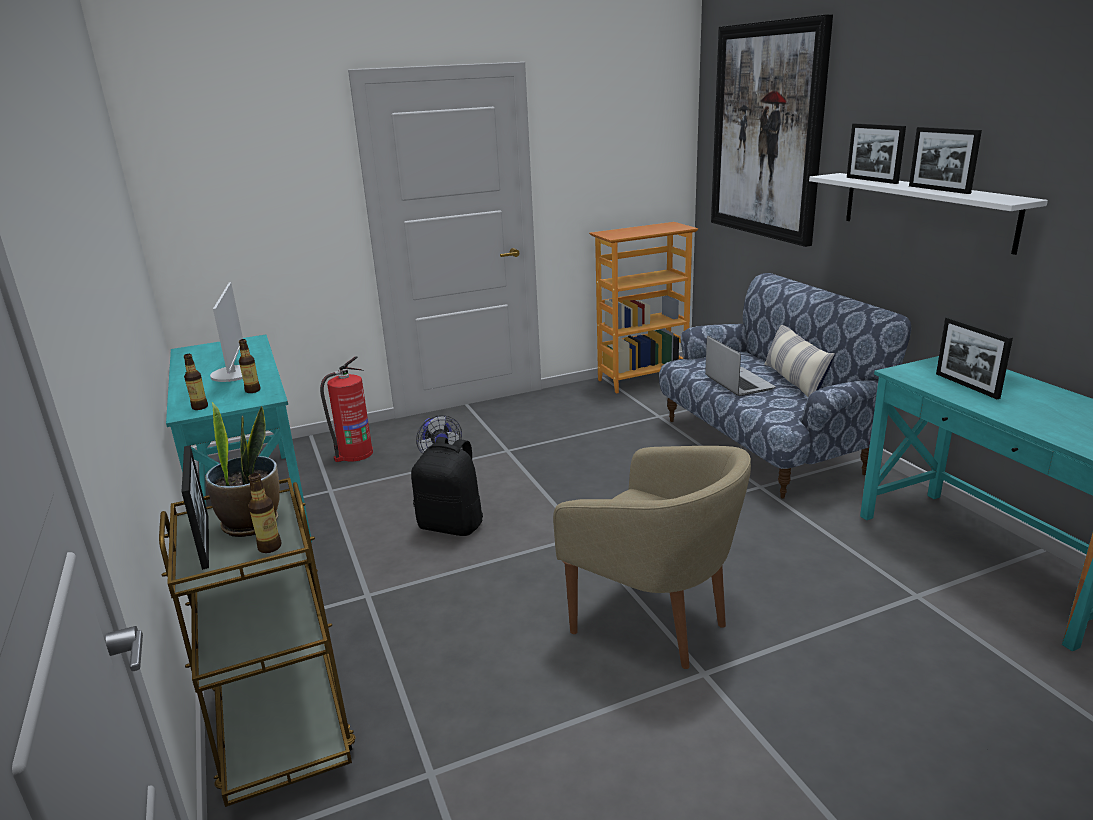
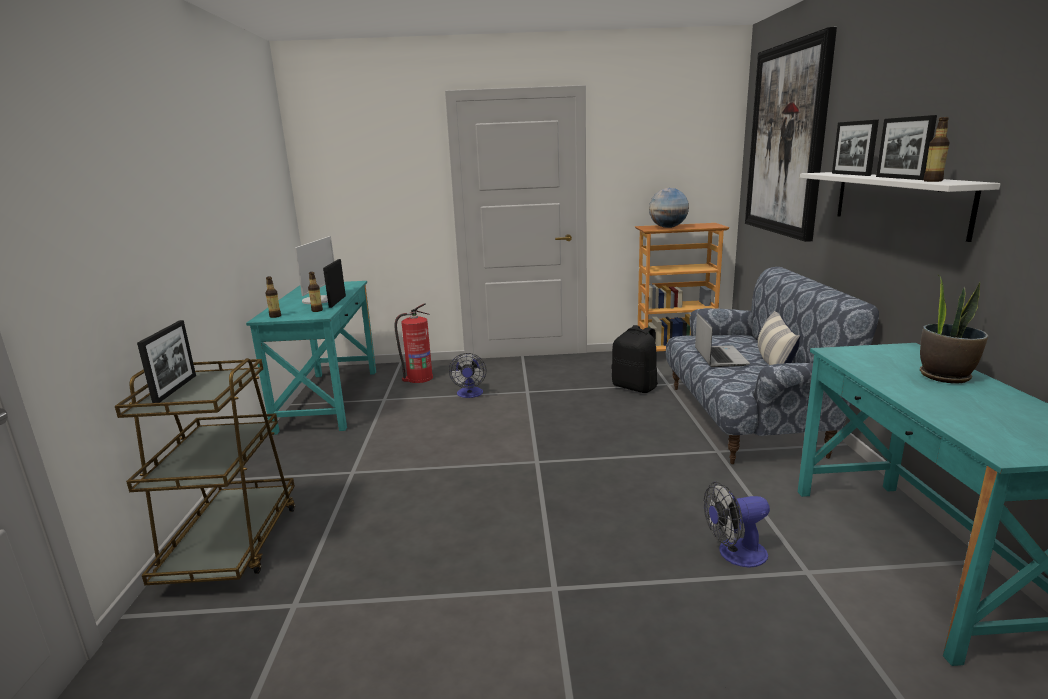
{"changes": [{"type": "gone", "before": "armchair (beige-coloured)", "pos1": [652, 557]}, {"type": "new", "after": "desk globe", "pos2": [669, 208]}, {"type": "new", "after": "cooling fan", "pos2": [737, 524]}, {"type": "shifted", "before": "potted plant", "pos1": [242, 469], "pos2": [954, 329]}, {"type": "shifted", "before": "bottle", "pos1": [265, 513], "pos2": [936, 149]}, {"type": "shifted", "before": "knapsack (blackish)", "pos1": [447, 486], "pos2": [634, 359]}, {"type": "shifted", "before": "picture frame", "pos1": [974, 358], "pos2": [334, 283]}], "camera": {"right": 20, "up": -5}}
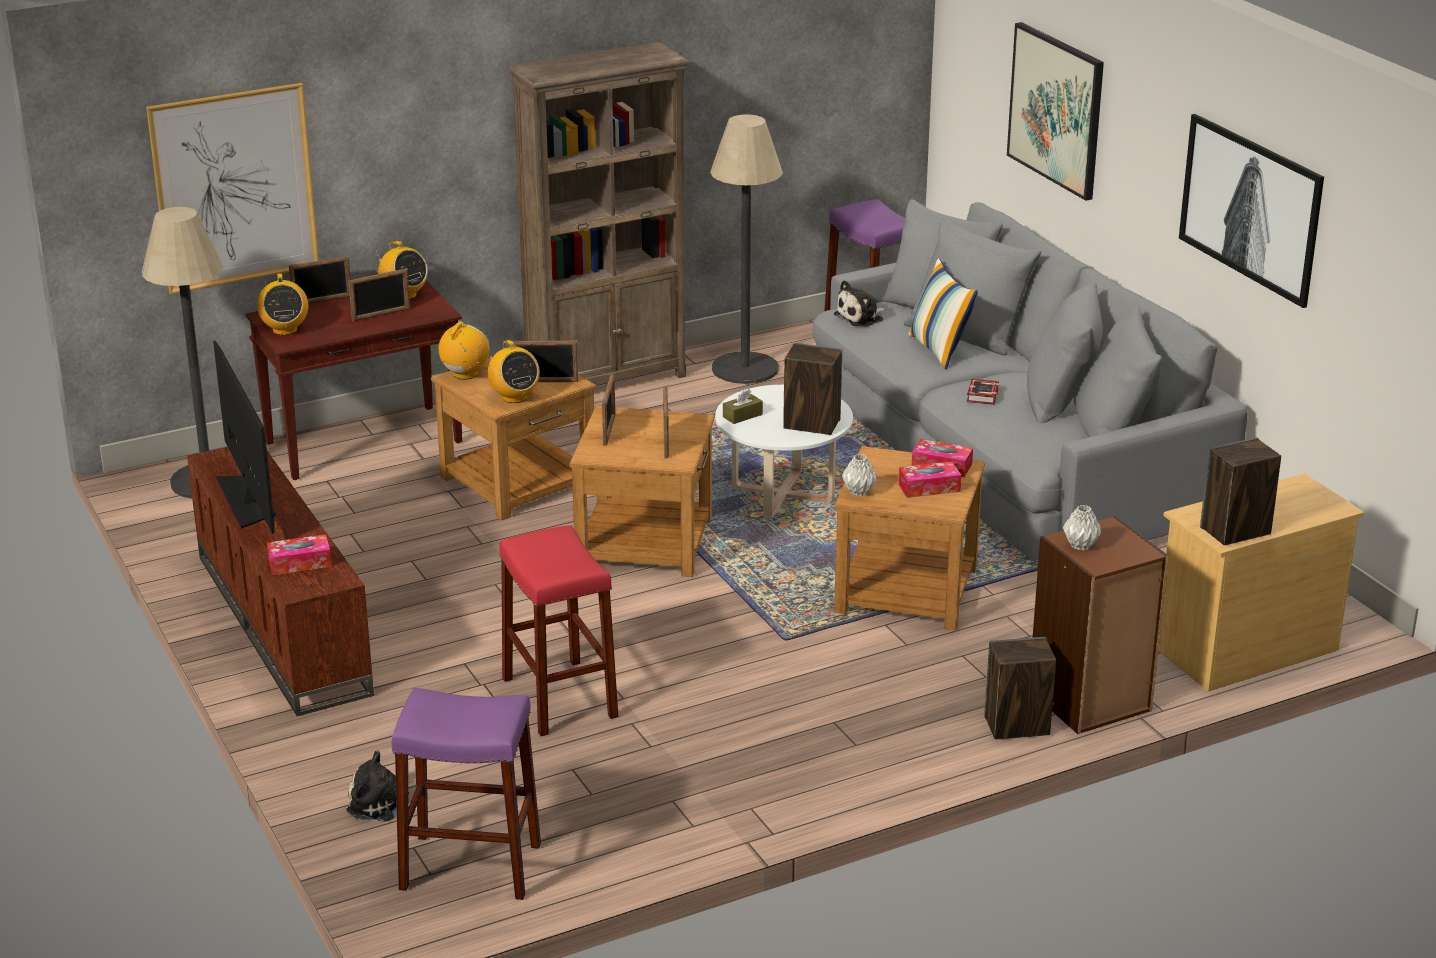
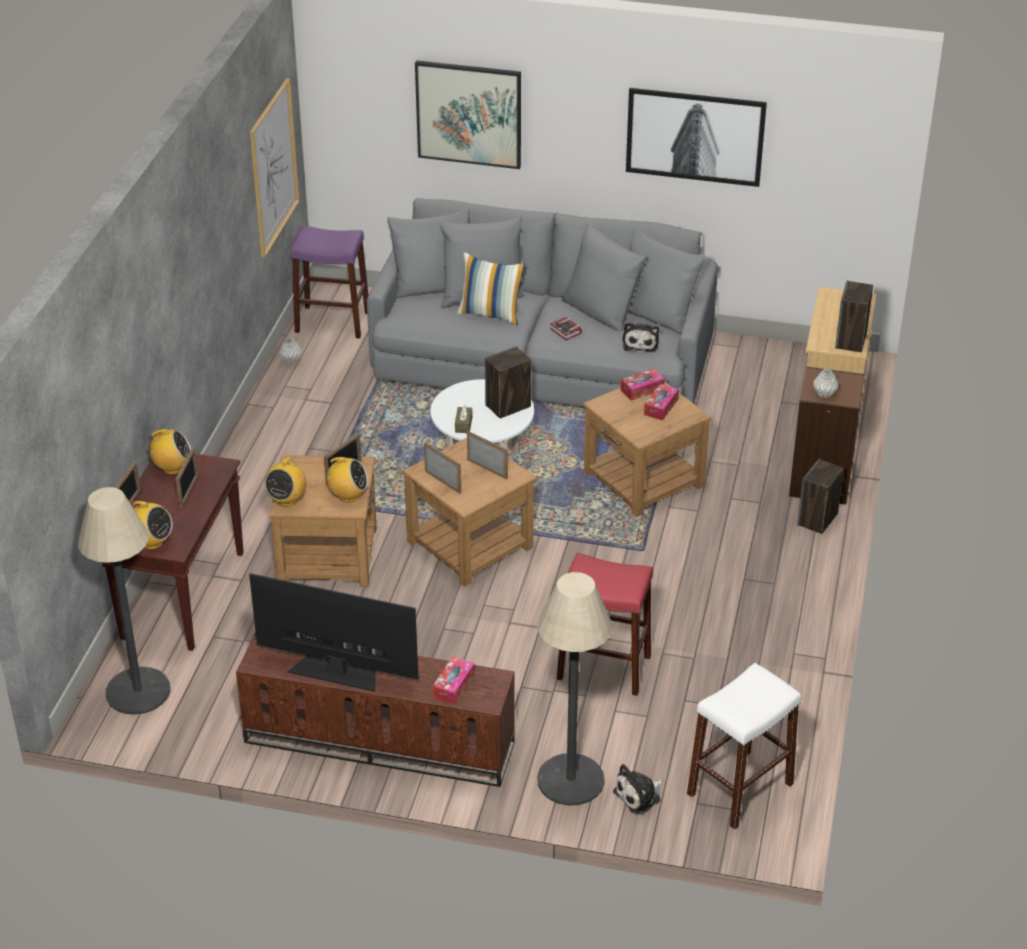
{"changes": [{"type": "gone", "before": "bookshelf (brown)", "pos1": [599, 213]}, {"type": "shifted", "before": "wall art", "pos1": [232, 188], "pos2": [275, 167]}, {"type": "shifted", "before": "standard lamp", "pos1": [746, 249], "pos2": [574, 689]}, {"type": "shifted", "before": "cuddly toy", "pos1": [860, 303], "pos2": [641, 337]}, {"type": "shifted", "before": "decorative vase (greyish)", "pos1": [859, 475], "pos2": [290, 351]}, {"type": "repainted", "before": "stool seat (purplish)", "after": "stool seat (white)", "pos1": [466, 794], "pos2": [744, 746]}, {"type": "rotated", "before": "radio", "pos1": [464, 350], "pos2": [285, 480], "turn": -135}], "camera": {"right": -50, "up": 10}}
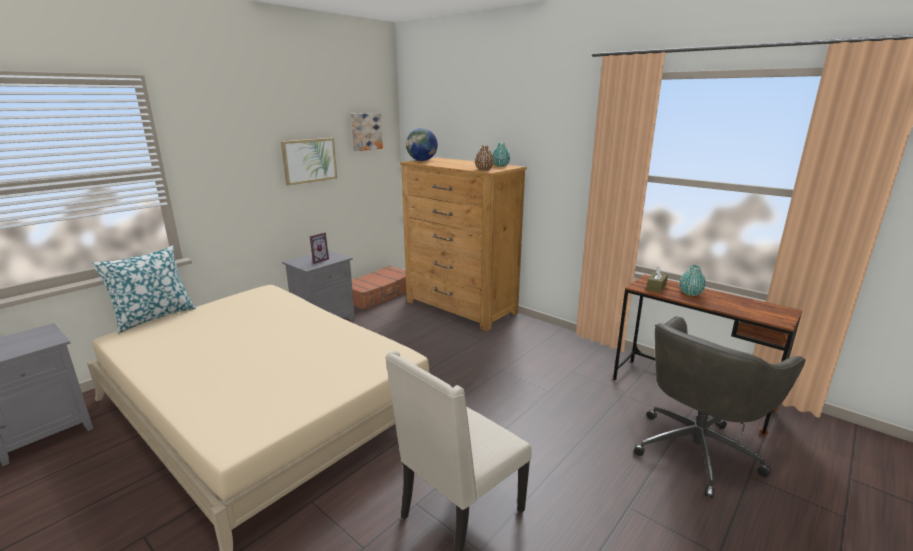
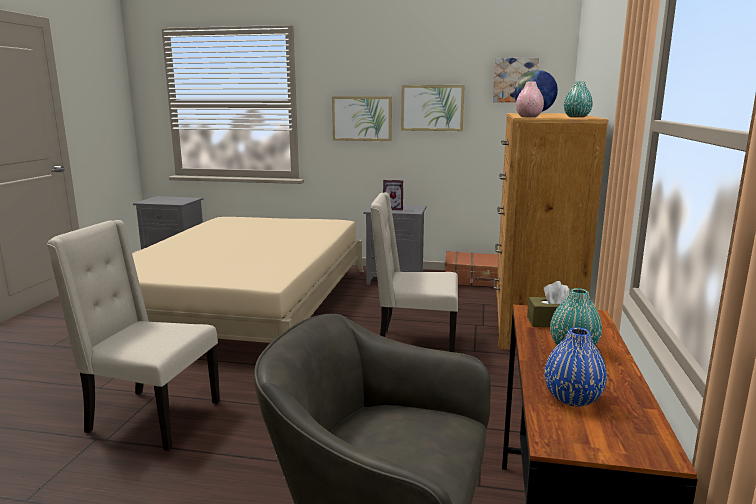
{"changes": [{"type": "gone", "before": "pillow", "pos1": [143, 289]}, {"type": "new", "after": "wall art", "pos2": [362, 119]}, {"type": "new", "after": "chair (beige-coloured)", "pos2": [414, 272]}, {"type": "new", "after": "decorative vase (bluish)", "pos2": [576, 367]}, {"type": "repainted", "before": "decorative vase (brown)", "after": "decorative vase (pinkish)", "pos1": [484, 157], "pos2": [530, 99]}], "camera": {"right": 60, "up": -5}}
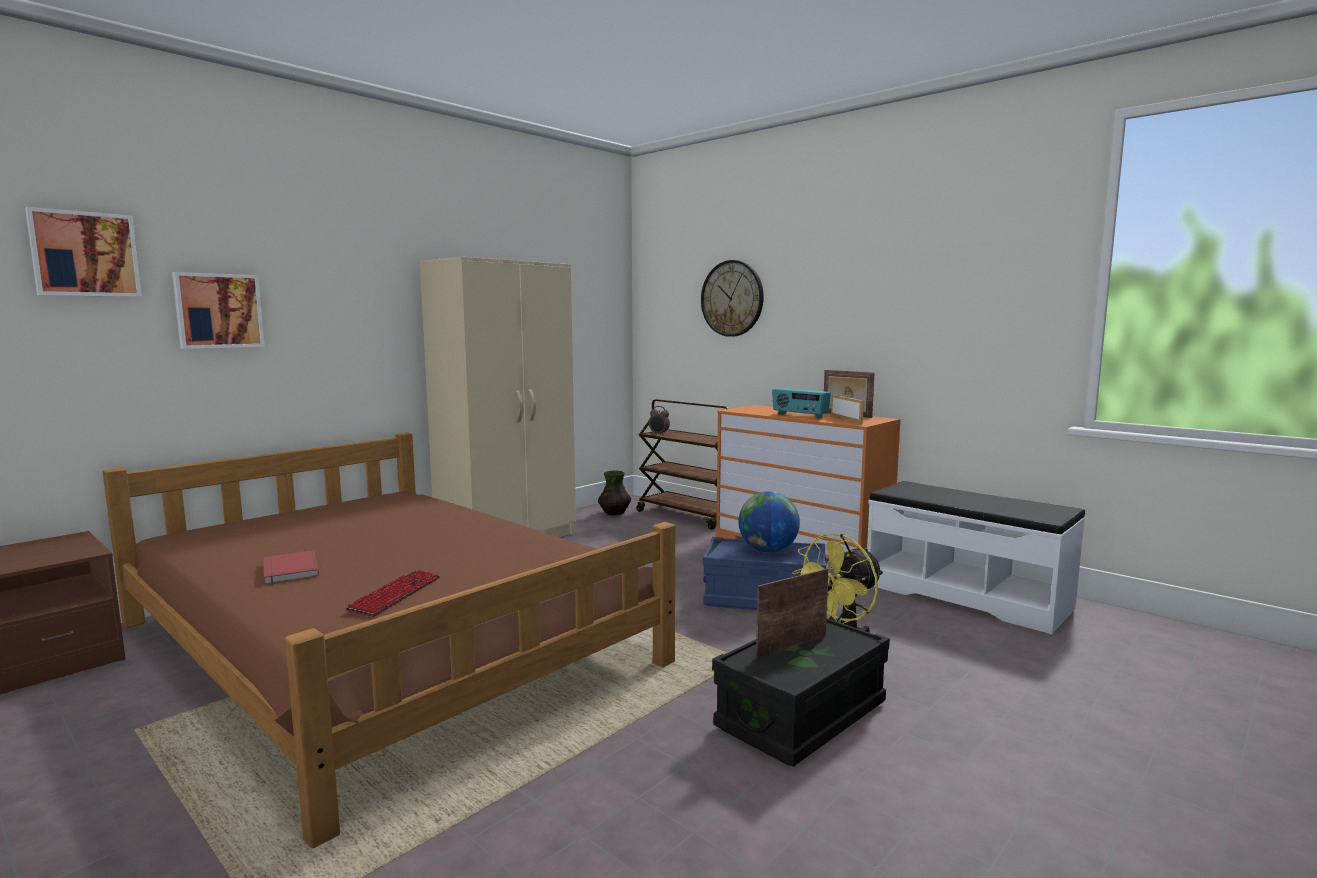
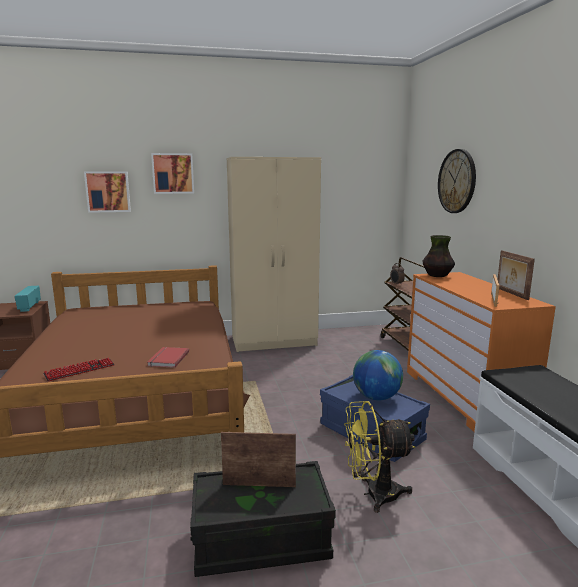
{"changes": [{"type": "shifted", "before": "wall art", "pos1": [83, 252], "pos2": [172, 173]}, {"type": "shifted", "before": "book (red)", "pos1": [291, 567], "pos2": [168, 357]}, {"type": "shifted", "before": "decorative vase", "pos1": [614, 493], "pos2": [439, 256]}, {"type": "shifted", "before": "radio", "pos1": [801, 403], "pos2": [27, 299]}], "camera": {"right": 35, "up": 5}}
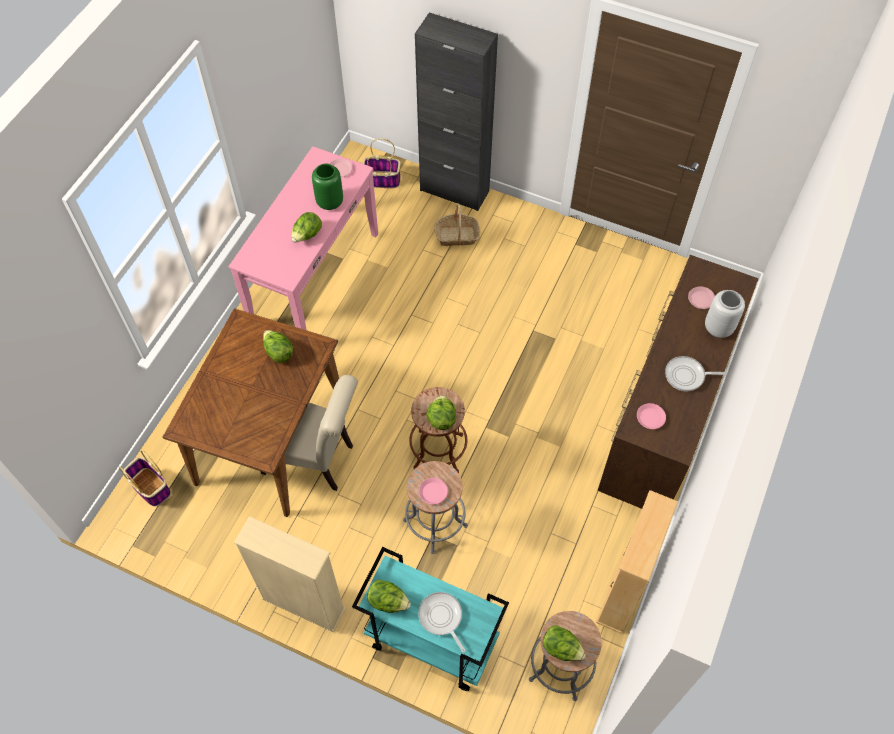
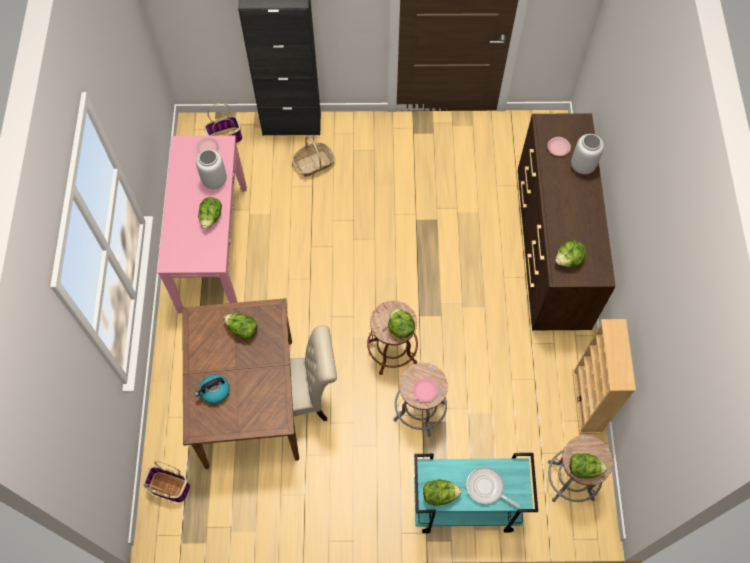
{"changes": [{"type": "gone", "before": "bookshelf (beige-coloured)", "pos1": [290, 574]}, {"type": "gone", "before": "frying pan", "pos1": [696, 373]}, {"type": "new", "after": "tea kettle", "pos2": [212, 389]}, {"type": "swapped", "before": "flat dish (pinkish)", "after": "lettuce", "pos1": [651, 416], "pos2": [570, 253]}, {"type": "repainted", "before": "decorative vase (green)", "after": "decorative vase (greyish)", "pos1": [327, 187], "pos2": [211, 169]}], "camera": {"right": -25, "up": 5}}
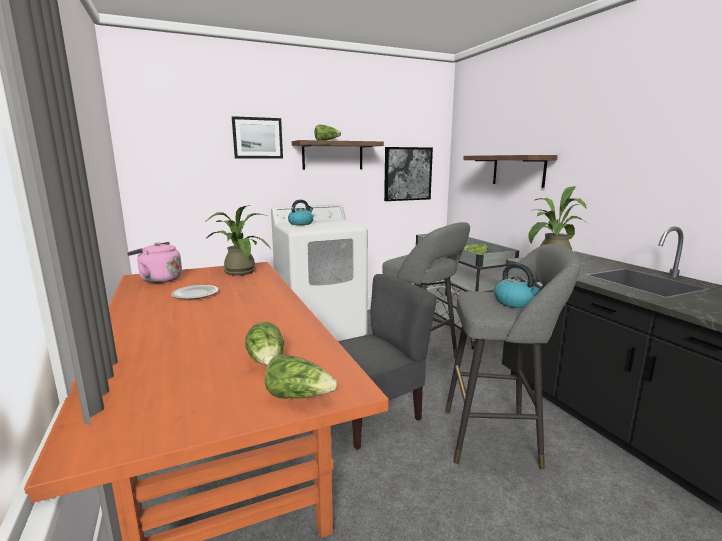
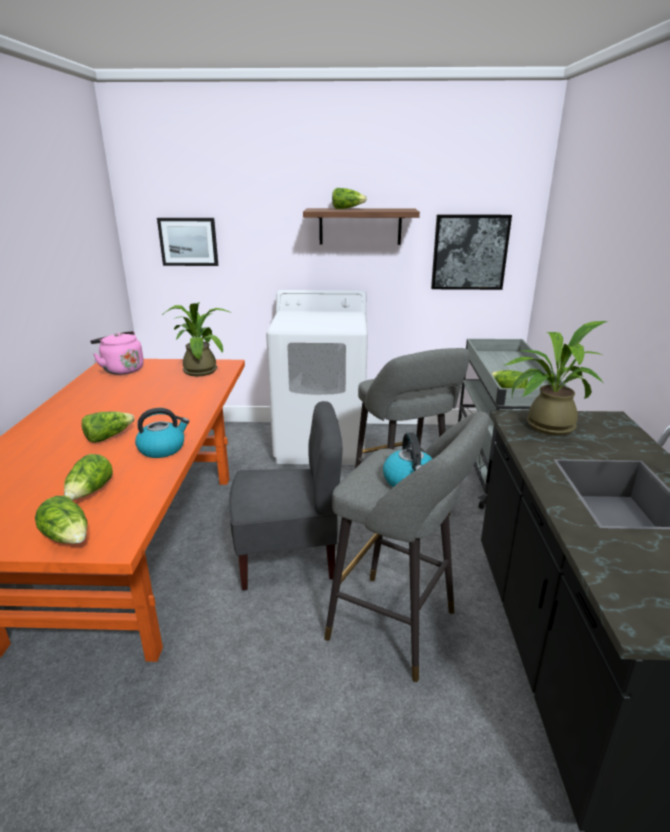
{"changes": [{"type": "gone", "before": "flat dish", "pos1": [195, 292]}, {"type": "gone", "before": "wall shelf", "pos1": [510, 171]}, {"type": "new", "after": "lettuce", "pos2": [108, 427]}, {"type": "shifted", "before": "wall art", "pos1": [257, 137], "pos2": [187, 242]}, {"type": "shifted", "before": "tea kettle", "pos1": [300, 212], "pos2": [162, 433]}], "camera": {"right": 25, "up": 10}}
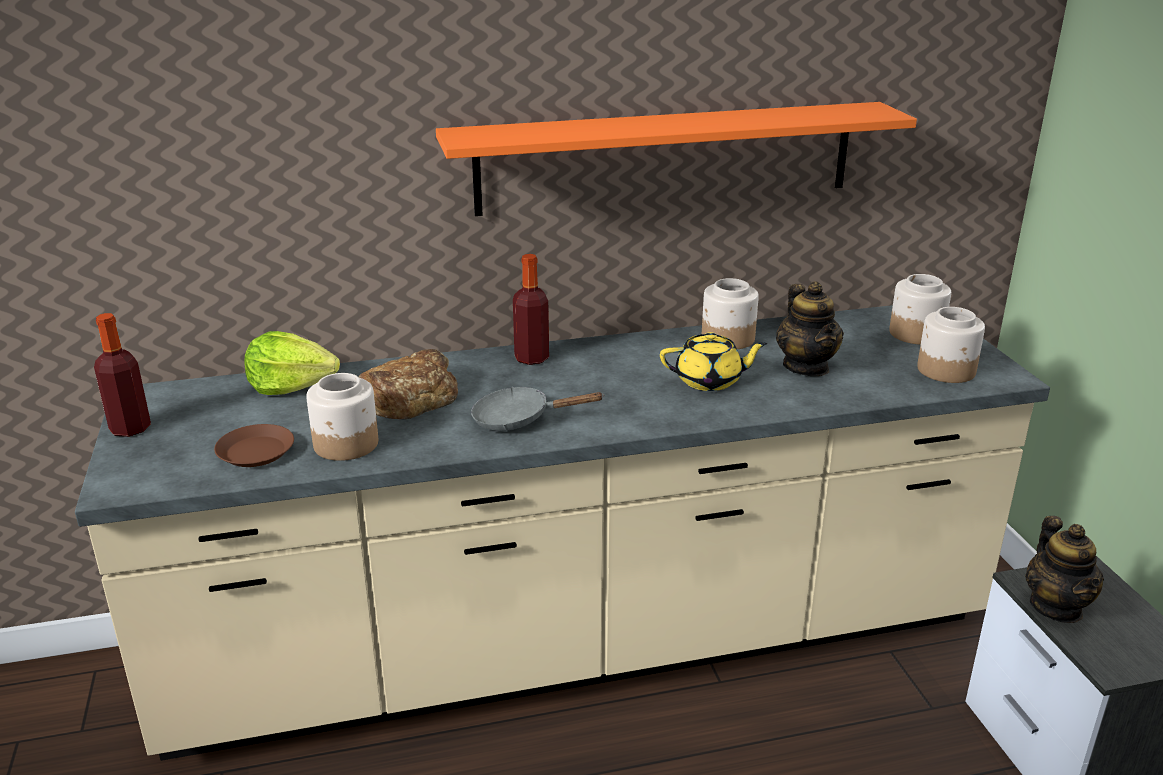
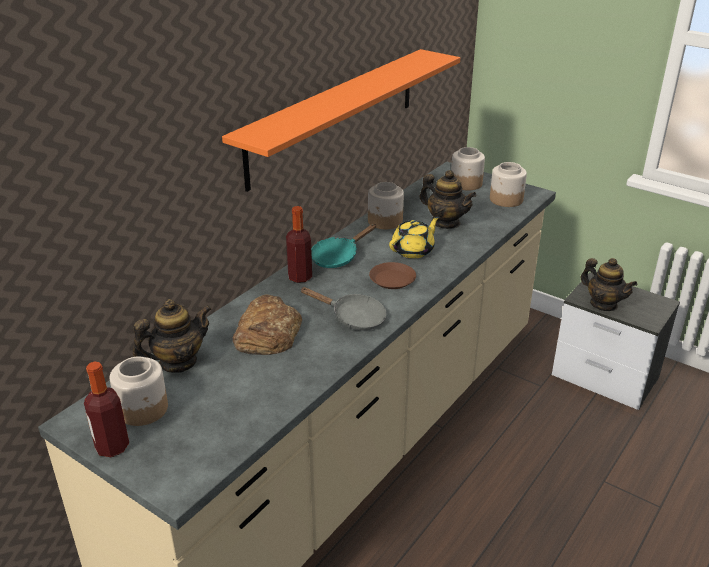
{"changes": [{"type": "new", "after": "frying pan (turquoise-coloured)", "pos2": [343, 246]}, {"type": "shifted", "before": "flat dish (brown)", "pos1": [254, 445], "pos2": [392, 275]}, {"type": "shifted", "before": "storage jar", "pos1": [342, 417], "pos2": [139, 391]}, {"type": "swapped", "before": "lettuce", "after": "pot for tea", "pos1": [292, 363], "pos2": [172, 336]}, {"type": "rotated", "before": "frying pan (greyish)", "pos1": [537, 409], "pos2": [343, 308], "turn": -120}], "camera": {"right": -40, "up": 5}}
